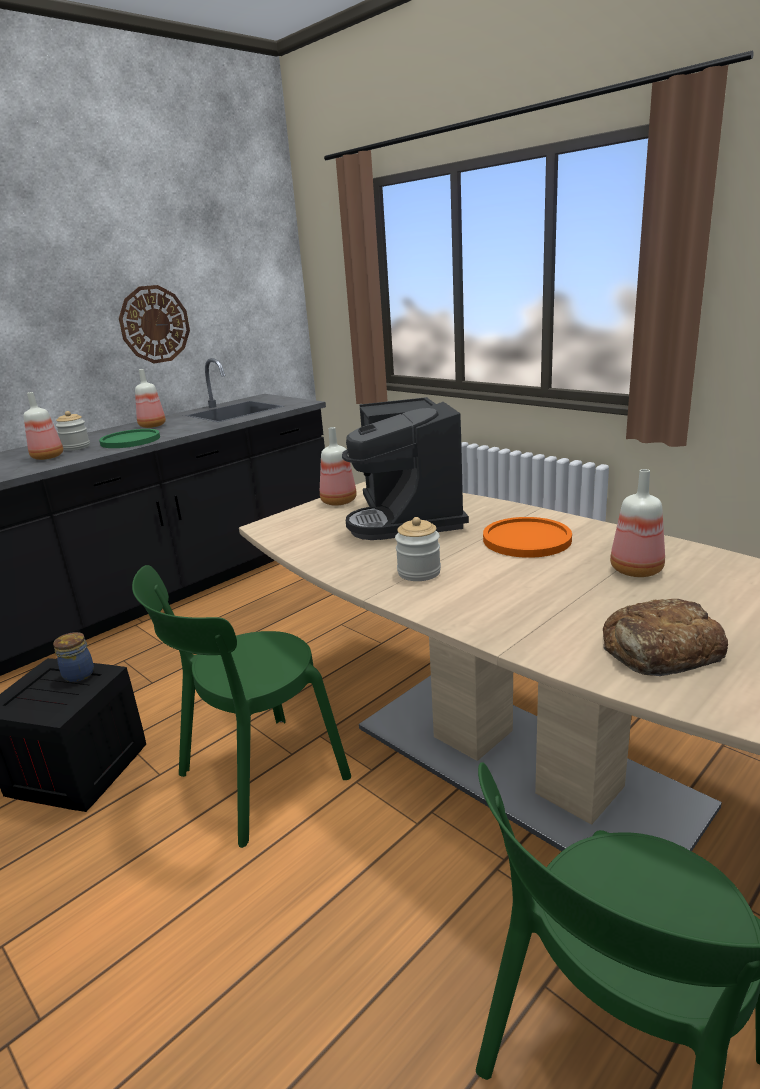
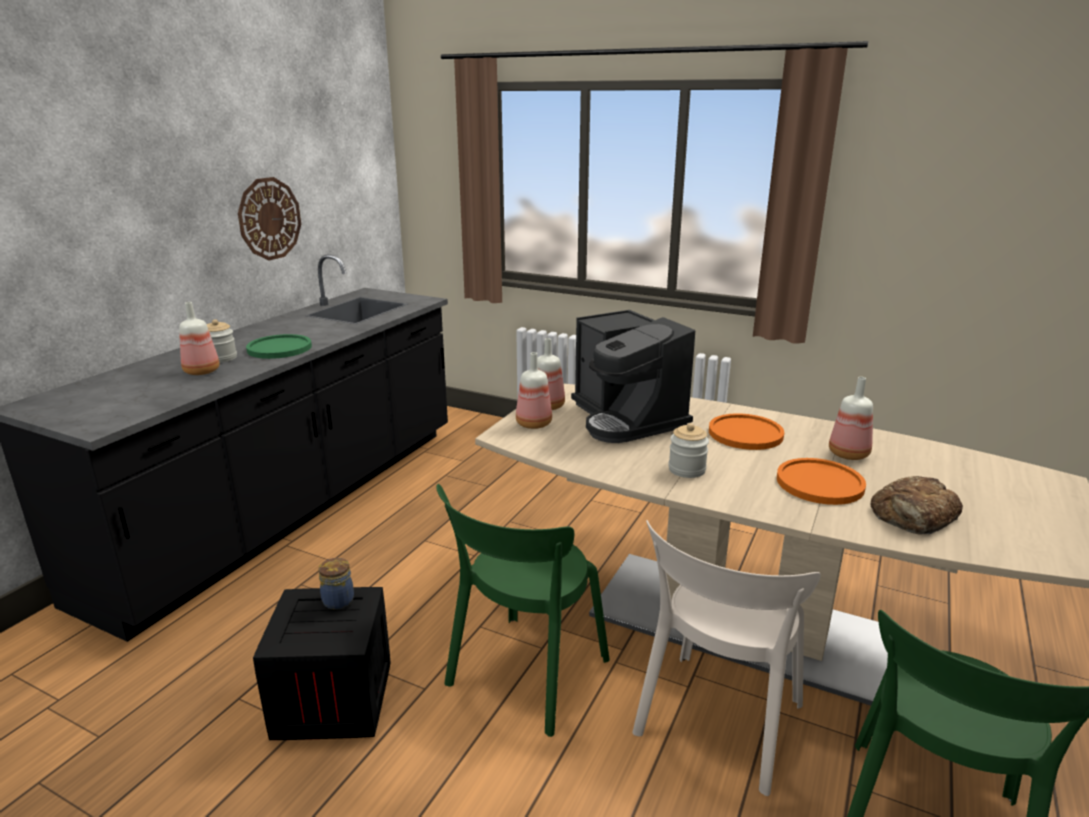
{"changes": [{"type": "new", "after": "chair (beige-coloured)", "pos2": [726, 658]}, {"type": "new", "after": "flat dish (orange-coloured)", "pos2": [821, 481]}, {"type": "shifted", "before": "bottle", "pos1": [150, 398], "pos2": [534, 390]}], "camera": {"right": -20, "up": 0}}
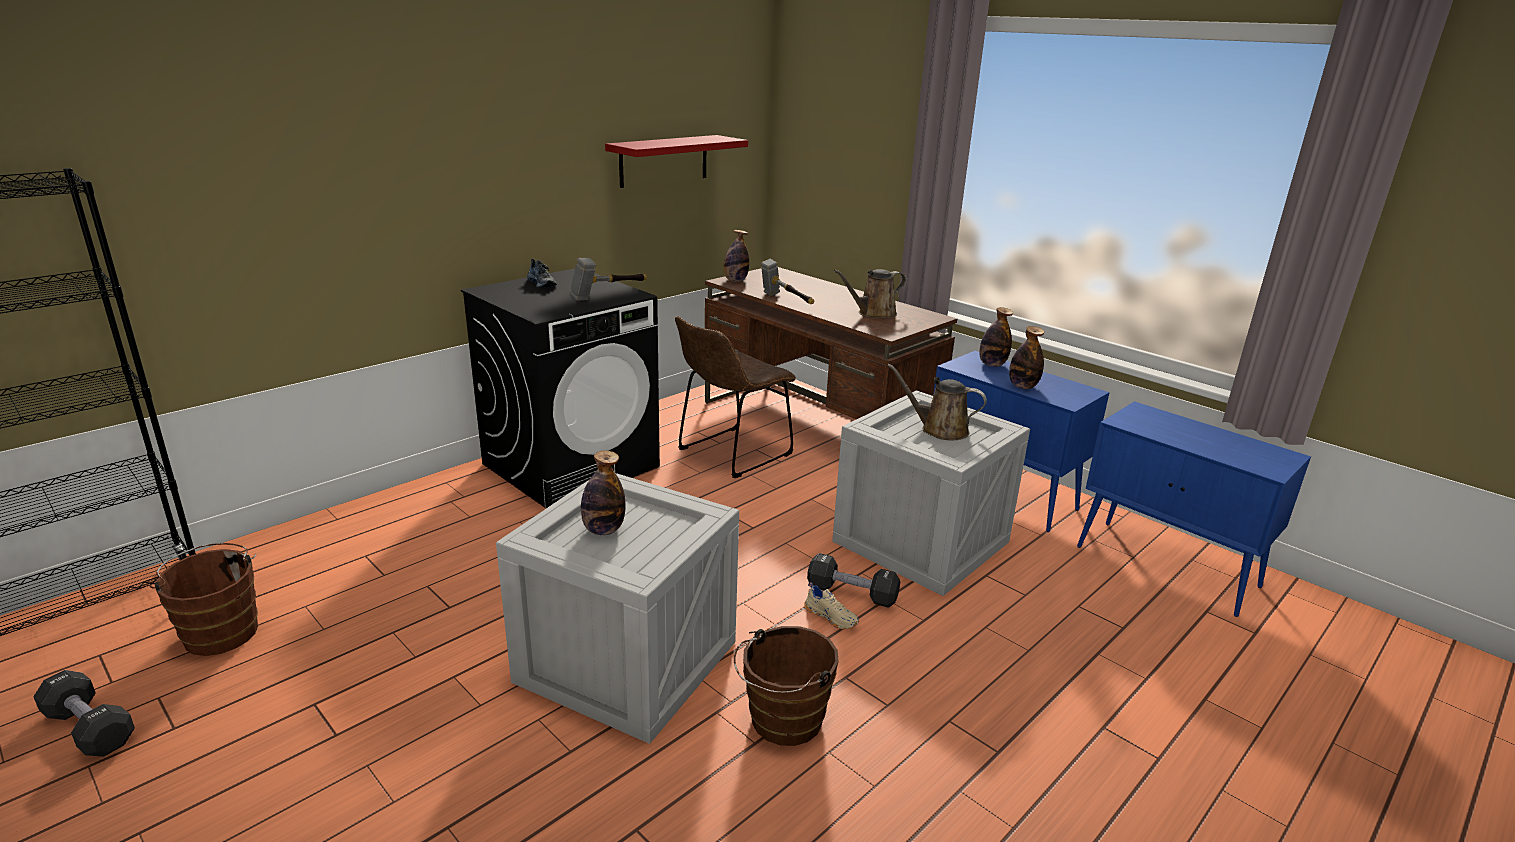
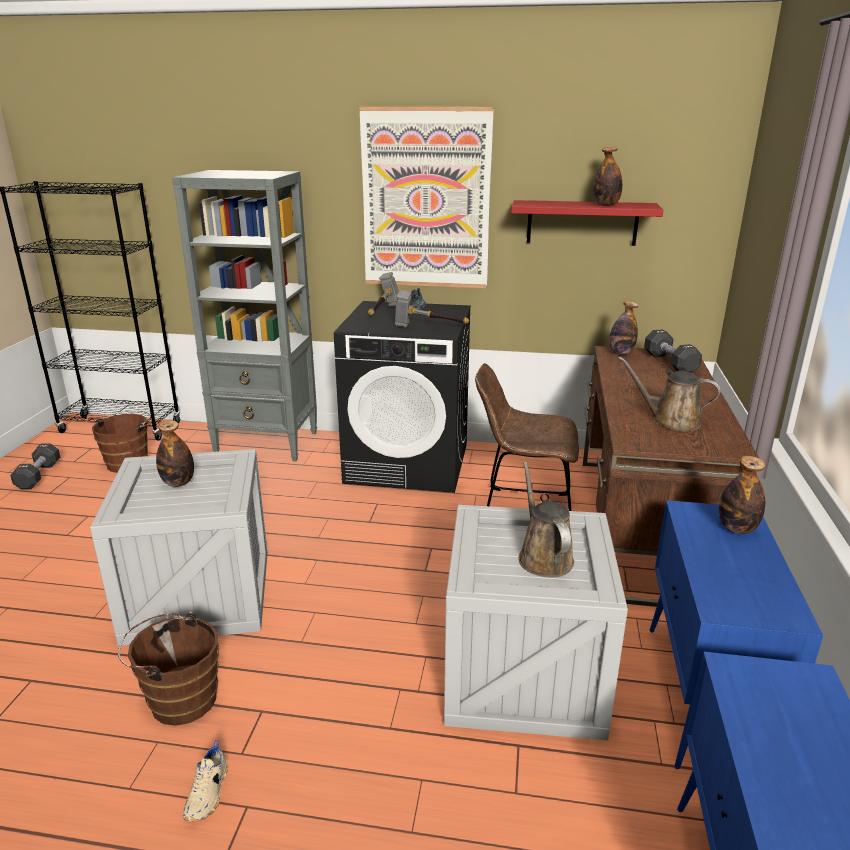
{"changes": [{"type": "new", "after": "bookshelf (greyish)", "pos2": [244, 315]}, {"type": "new", "after": "wall art", "pos2": [426, 197]}, {"type": "shifted", "before": "hand hammer", "pos1": [787, 281], "pos2": [383, 293]}, {"type": "shifted", "before": "low shoe (beige-coloured)", "pos1": [831, 605], "pos2": [205, 780]}, {"type": "shifted", "before": "dumbbell (blackish)", "pos1": [853, 580], "pos2": [673, 351]}, {"type": "shifted", "before": "bottle", "pos1": [1026, 357], "pos2": [607, 176]}], "camera": {"right": 55, "up": 0}}
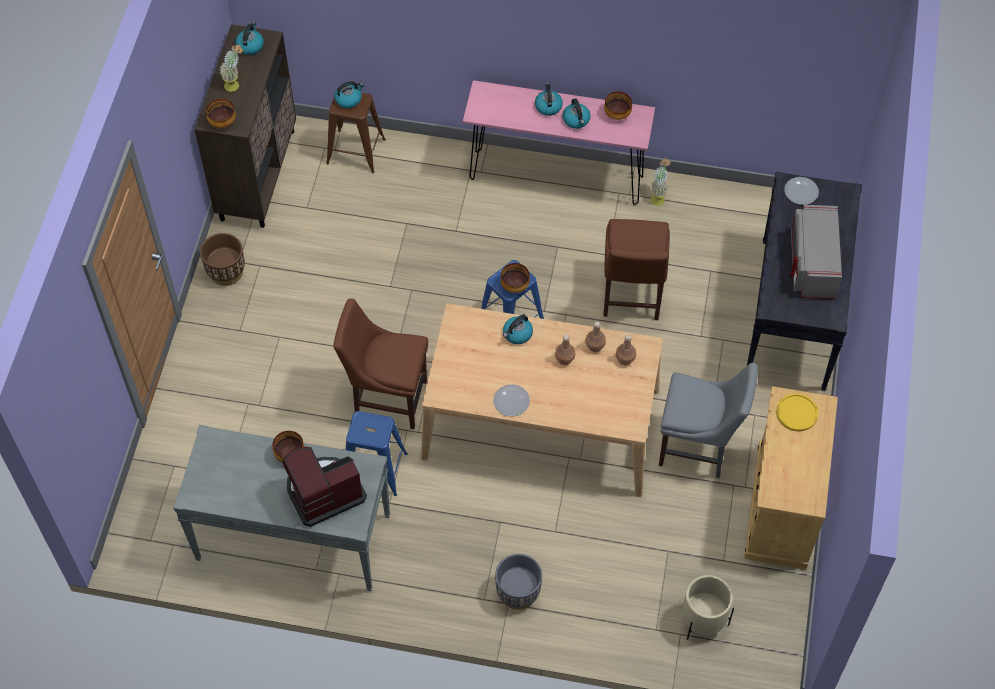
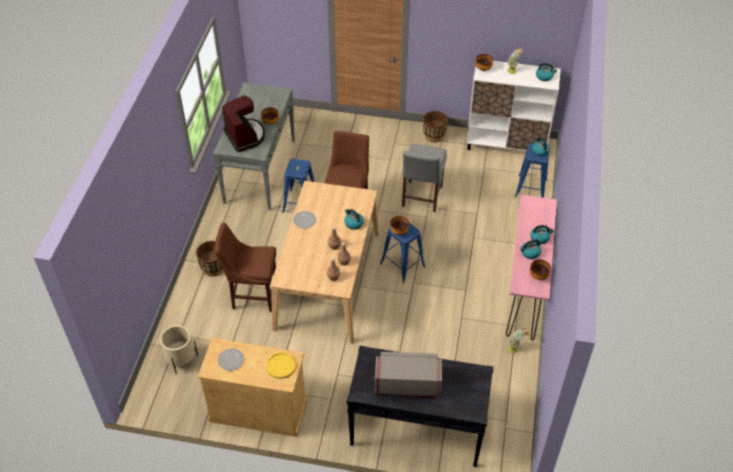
{"changes": [{"type": "shifted", "before": "chair (brown)", "pos1": [636, 269], "pos2": [245, 267]}, {"type": "shifted", "before": "chair (greyish)", "pos1": [708, 420], "pos2": [424, 178]}, {"type": "shifted", "before": "flat dish", "pos1": [801, 191], "pos2": [231, 359]}, {"type": "repainted", "before": "storage cabinet (brown)", "after": "storage cabinet (white)", "pos1": [245, 126], "pos2": [513, 106]}, {"type": "repainted", "before": "stool seat (brown)", "after": "stool seat (bluish)", "pos1": [356, 133], "pos2": [532, 171]}, {"type": "repainted", "before": "flower pot (greyish)", "after": "flower pot (brown)", "pos1": [518, 582], "pos2": [210, 259]}], "camera": {"right": 90, "up": -10}}
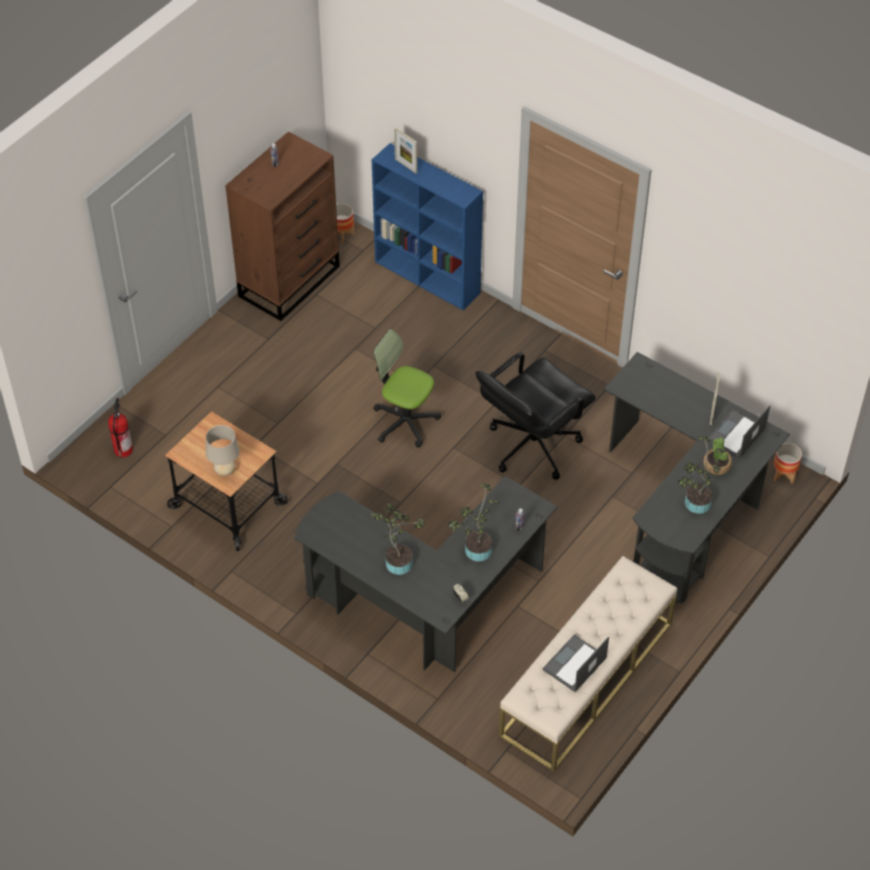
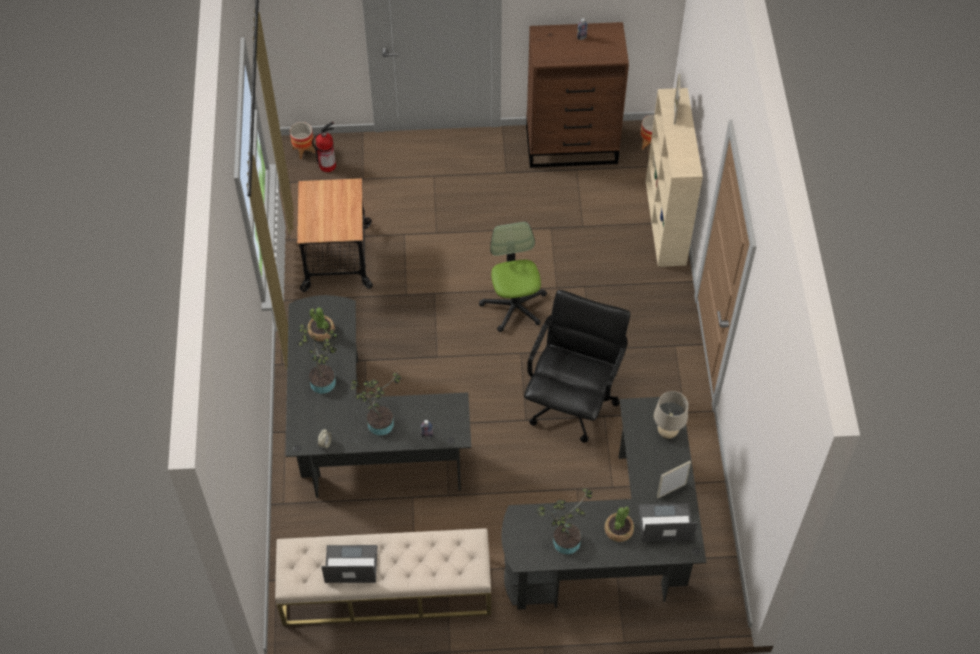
{"changes": [{"type": "new", "after": "potted plant", "pos2": [321, 324]}, {"type": "shifted", "before": "lamp for a table (beige-coloured)", "pos1": [222, 450], "pos2": [671, 415]}, {"type": "shifted", "before": "flower pot", "pos1": [788, 463], "pos2": [302, 141]}, {"type": "repainted", "before": "bookshelf (bluish)", "after": "bookshelf (beige-coloured)", "pos1": [427, 226], "pos2": [674, 177]}, {"type": "rotated", "before": "desk chair (blackish)", "pos1": [536, 416], "pos2": [577, 366], "turn": 105}], "camera": {"right": 50, "up": 5}}
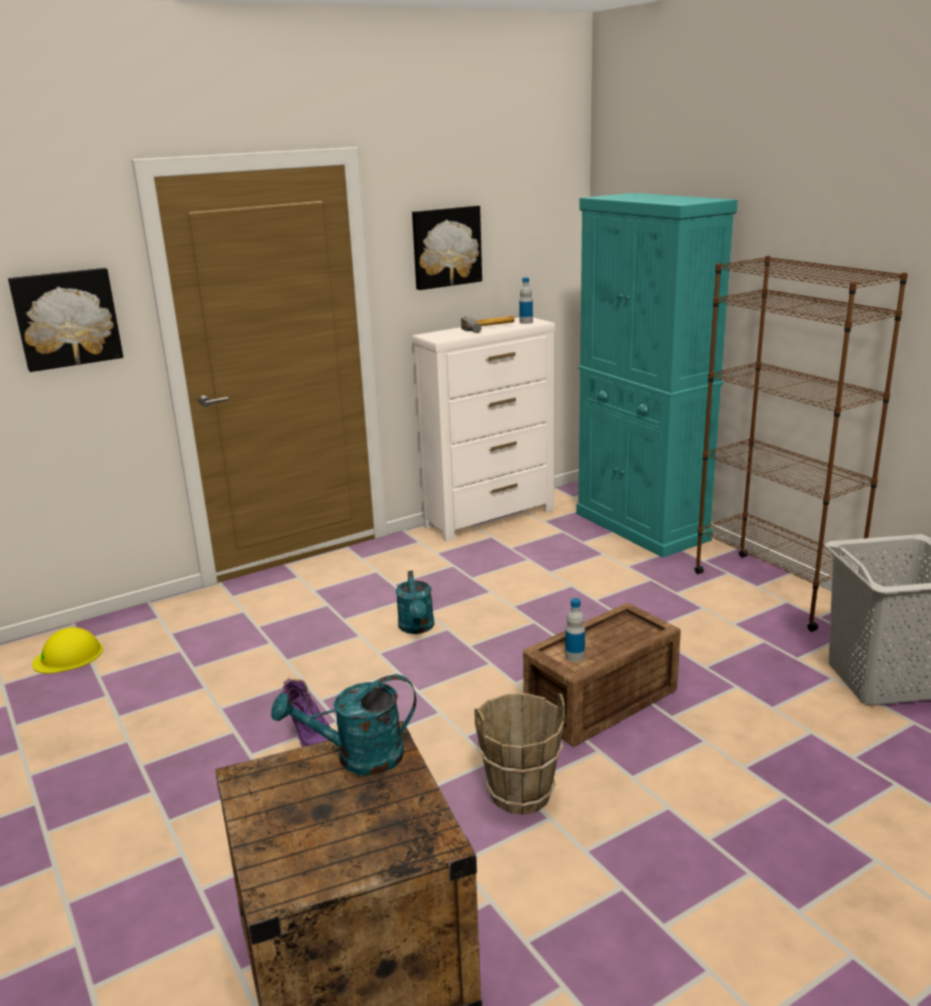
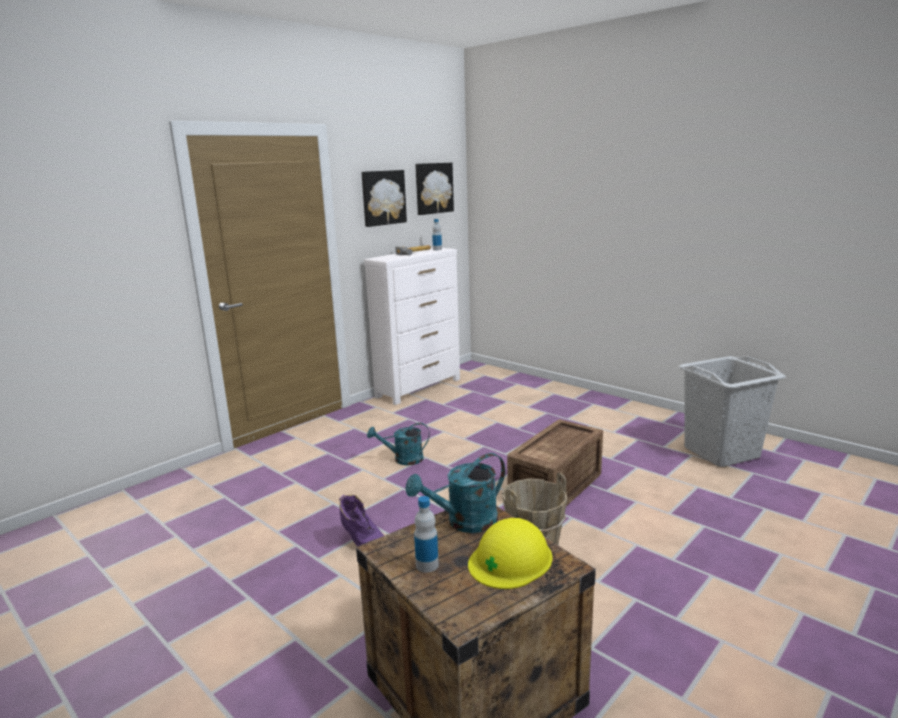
{"changes": [{"type": "gone", "before": "storage cabinet (turquoise-coloured)", "pos1": [657, 375]}, {"type": "gone", "before": "bookshelf (brown)", "pos1": [801, 443]}, {"type": "shifted", "before": "wall art", "pos1": [65, 320], "pos2": [435, 189]}, {"type": "shifted", "before": "hard hat (yellow-coloured)", "pos1": [67, 650], "pos2": [510, 553]}, {"type": "shifted", "before": "bottle", "pos1": [575, 630], "pos2": [426, 534]}, {"type": "rotated", "before": "sprinkling can (turquoise-coloured)", "pos1": [415, 602], "pos2": [398, 444], "turn": 105}], "camera": {"right": -15, "up": -5}}
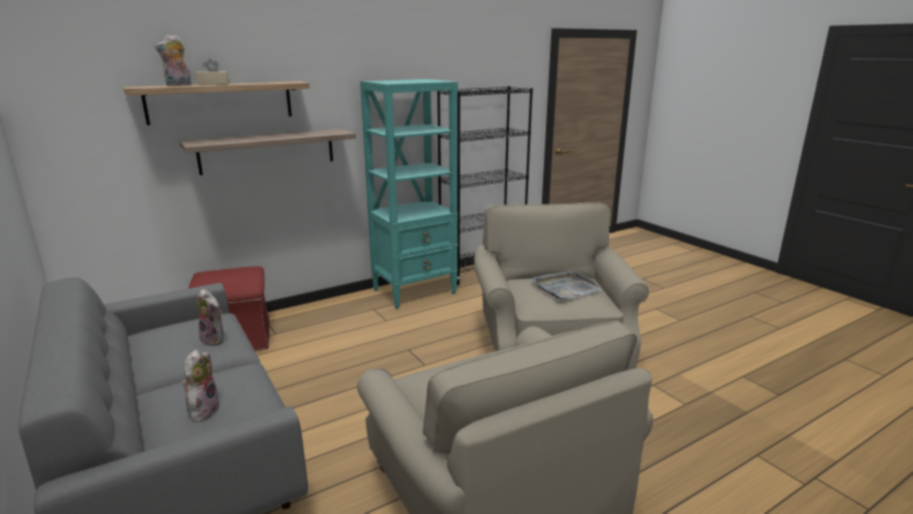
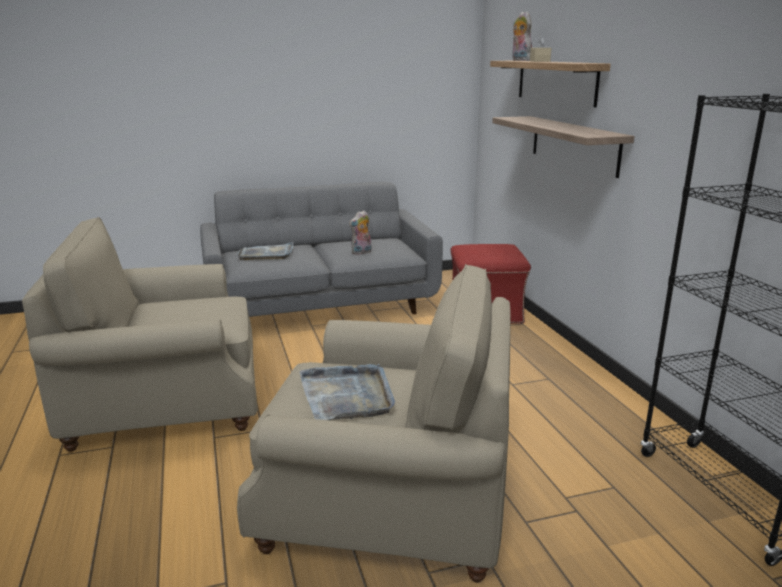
{"changes": [{"type": "gone", "before": "bookshelf (turquoise-coloured)", "pos1": [409, 194]}, {"type": "swapped", "before": "cuddly toy", "after": "serving tray (greyish)", "pos1": [201, 385], "pos2": [264, 251]}], "camera": {"right": 105, "up": 0}}
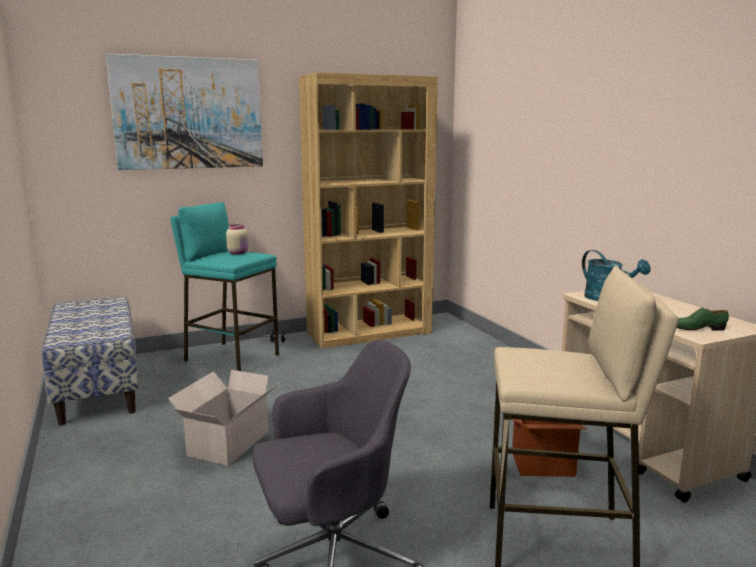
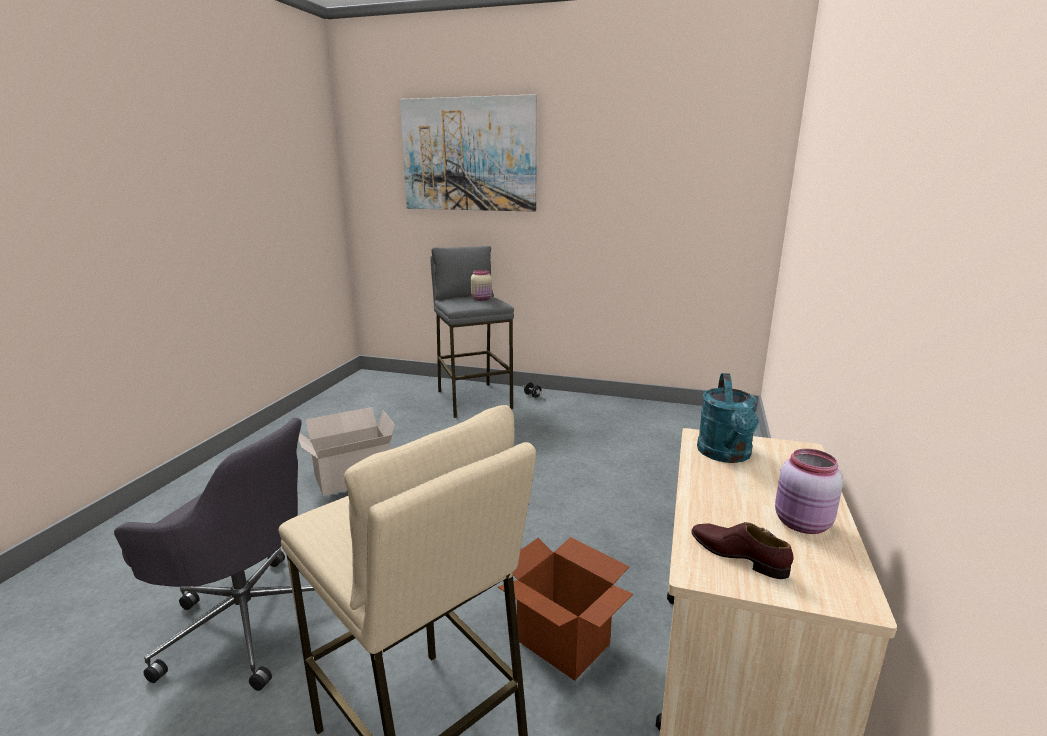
{"changes": [{"type": "gone", "before": "indoor bench", "pos1": [90, 360]}, {"type": "gone", "before": "bookshelf (brown)", "pos1": [368, 210]}, {"type": "new", "after": "storage jar (pinkish)", "pos2": [809, 491]}, {"type": "repainted", "before": "stool seat (turquoise-coloured)", "after": "stool seat (greyish)", "pos1": [225, 286], "pos2": [472, 332]}, {"type": "repainted", "before": "low shoe (green)", "after": "low shoe (brown)", "pos1": [703, 319], "pos2": [742, 550]}], "camera": {"right": 40, "up": 5}}
